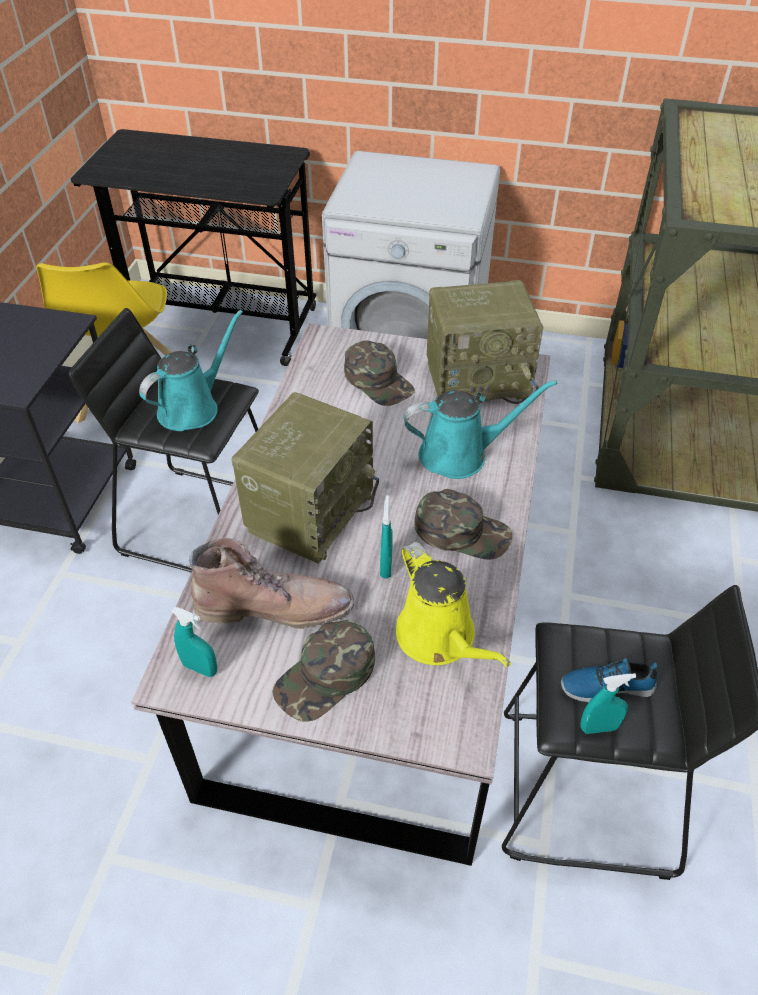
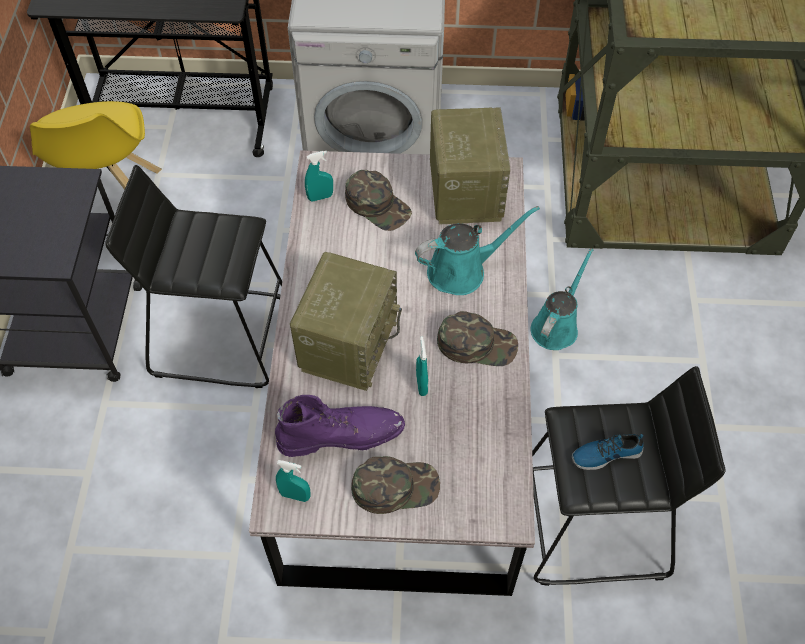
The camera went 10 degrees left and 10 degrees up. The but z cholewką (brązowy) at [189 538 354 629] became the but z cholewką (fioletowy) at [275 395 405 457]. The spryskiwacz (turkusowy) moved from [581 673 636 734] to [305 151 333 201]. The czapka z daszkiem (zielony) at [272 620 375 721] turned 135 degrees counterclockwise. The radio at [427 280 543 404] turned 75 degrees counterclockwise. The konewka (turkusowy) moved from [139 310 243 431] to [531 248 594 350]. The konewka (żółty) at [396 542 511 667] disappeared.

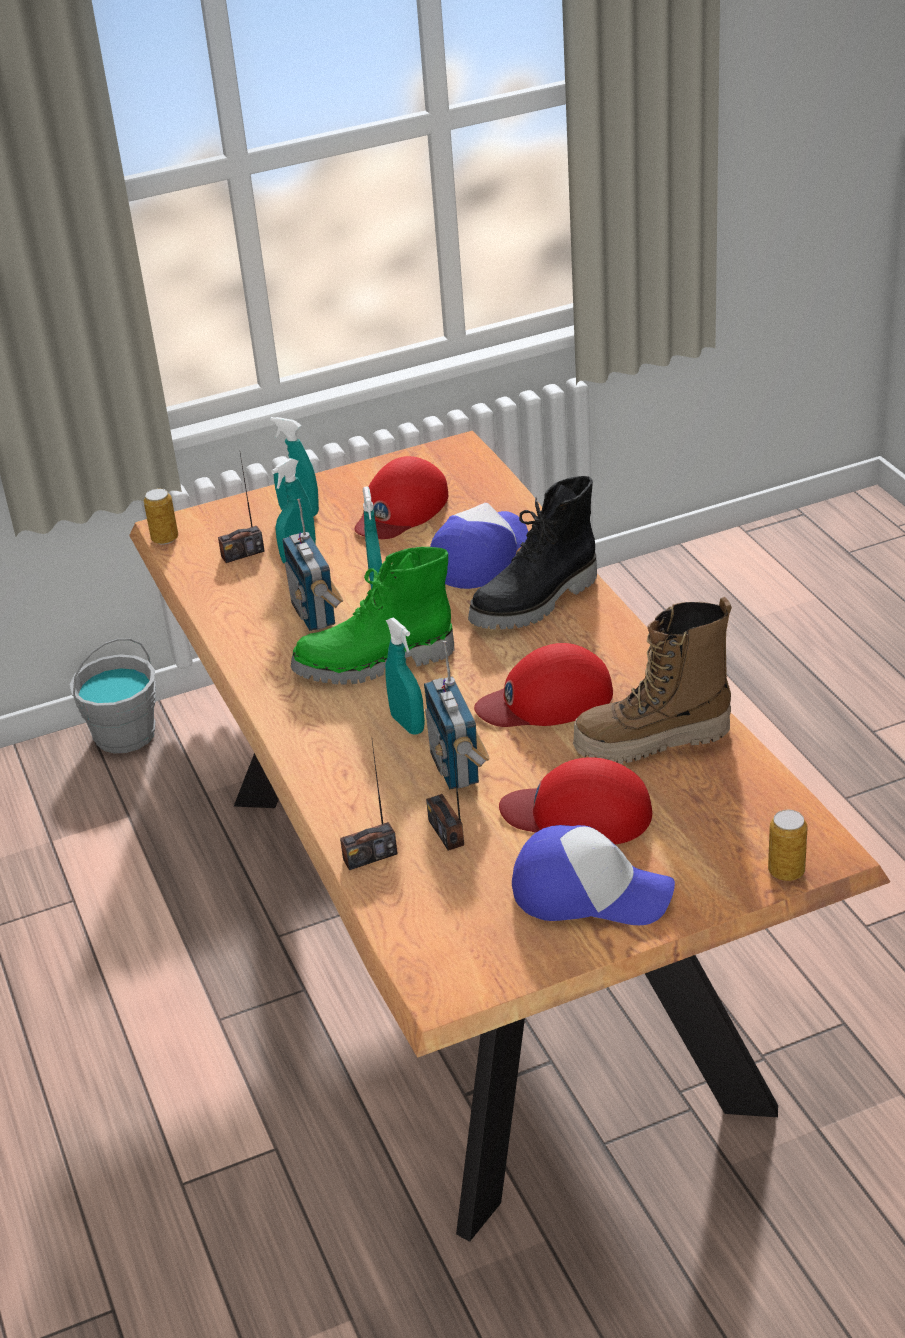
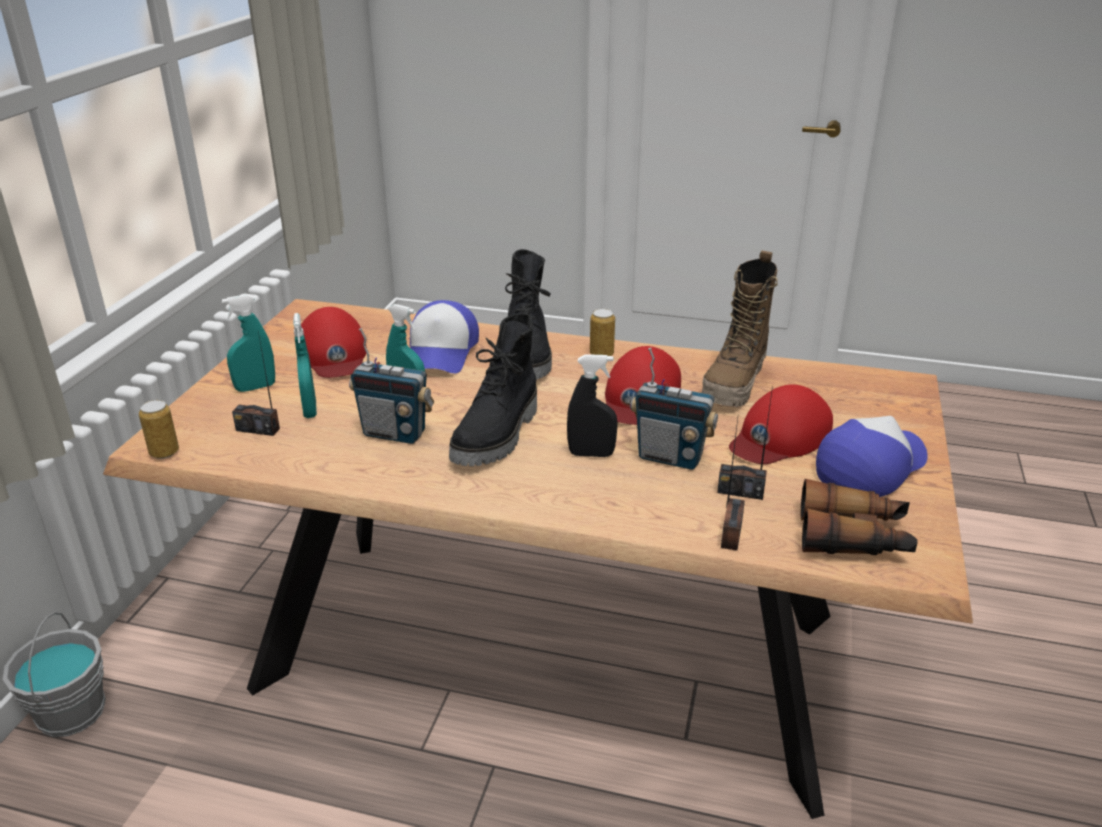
The camera went 55 degrees left and 5 degrees down. The radio at [218 454 265 563] turned 90 degrees clockwise. The czapka z daszkiem at [430 503 528 589] turned 150 degrees counterclockwise. The but z cholewką (zielony) at [291 547 454 685] became the but z cholewką (czarny) at [449 313 537 466]. The spryskiwacz (turkusowy) at [386 617 425 735] became the spryskiwacz (czarny) at [567 354 618 457]. The puszka moved from [768 810 808 881] to [590 309 615 356]. The lornetka at [801 479 918 555] appeared.

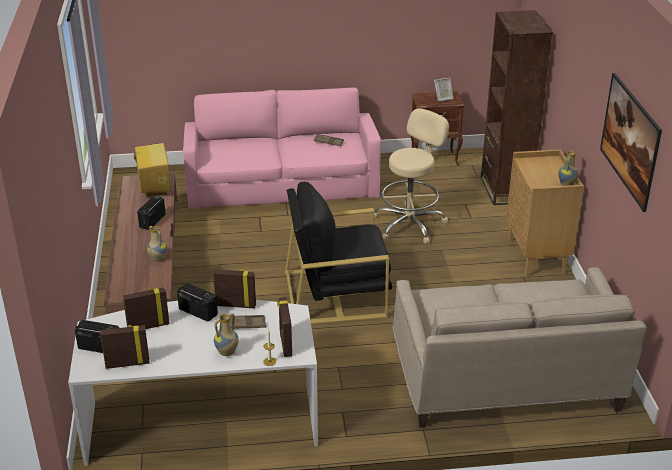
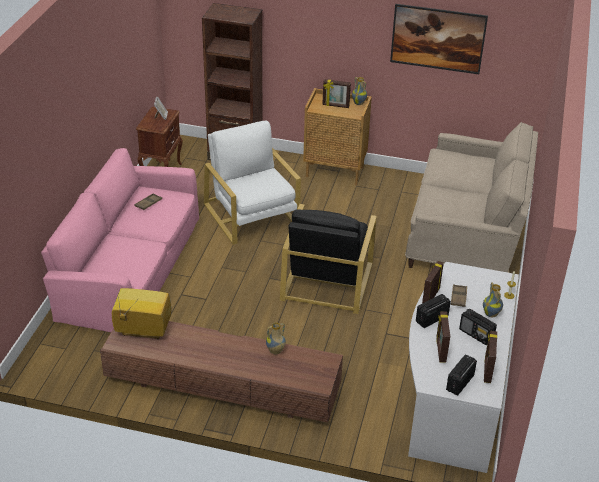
The camera went 70 degrees left and 5 degrees up. The stołek (beżowy) at [374 108 449 244] was replaced by the fotel (biały) at [204 121 301 245]. The ramka na zdjęcie moved from [277 297 292 357] to [322 79 351 108]. The radio moved from [137 196 166 230] to [459 309 497 345].

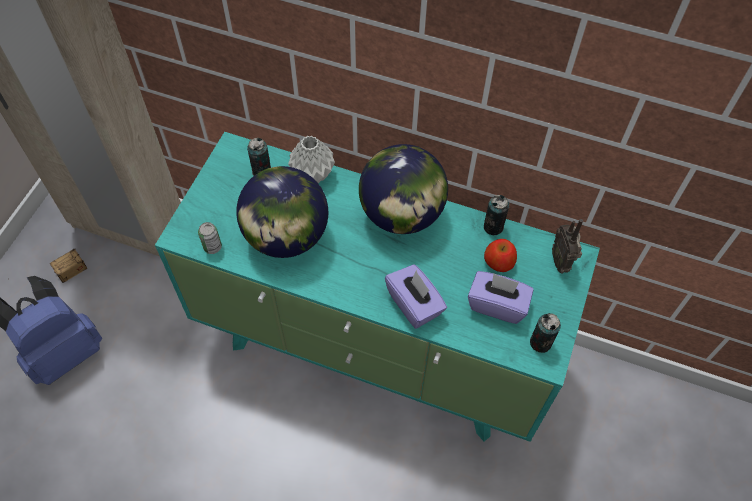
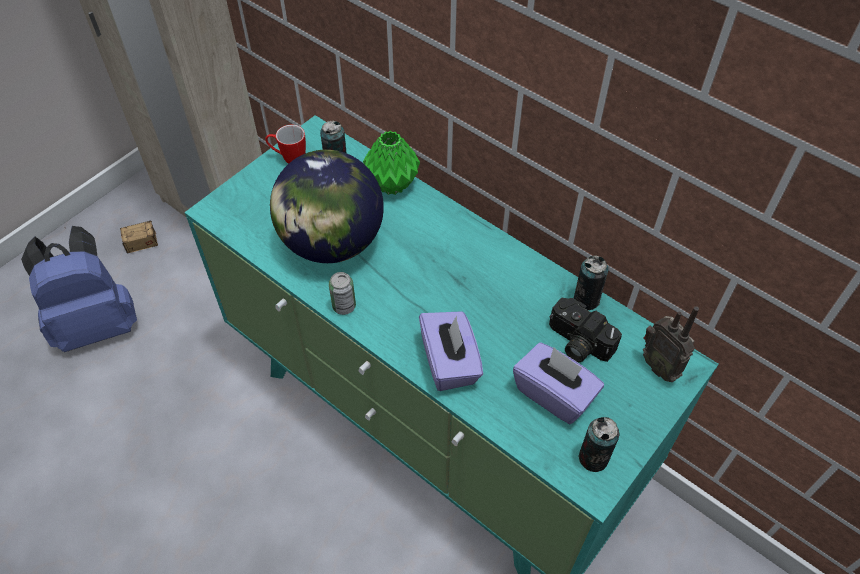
The camera went 20 degrees right and 5 degrees down. The kubek at [265 125 306 164] appeared. The puszka moved from [198 222 222 254] to [329 272 356 315]. The wazon (szary) at [288 136 335 183] became the wazon (zielony) at [363 131 420 195]. The jabłko at [484 239 517 272] was replaced by the aparat fotograficzny at [549 298 622 362]. The radio at [552 219 583 274] turned 45 degrees counterclockwise. The globus at [359 144 448 234] disappeared.

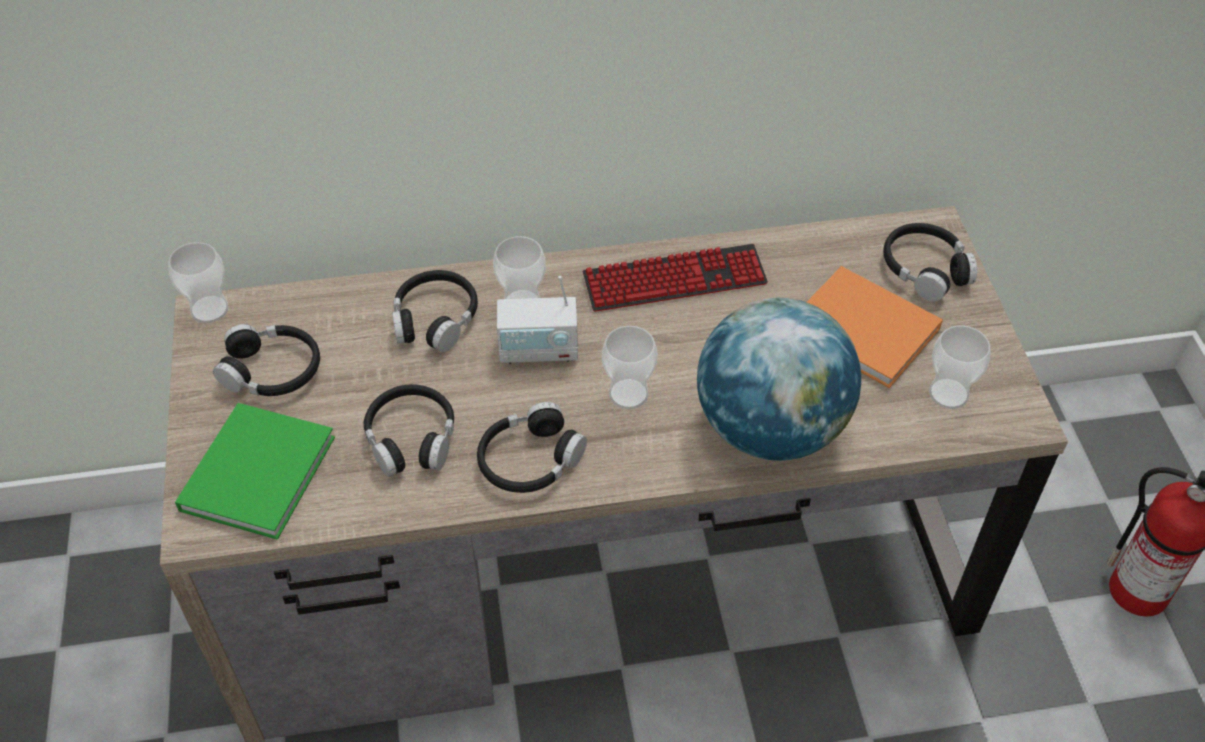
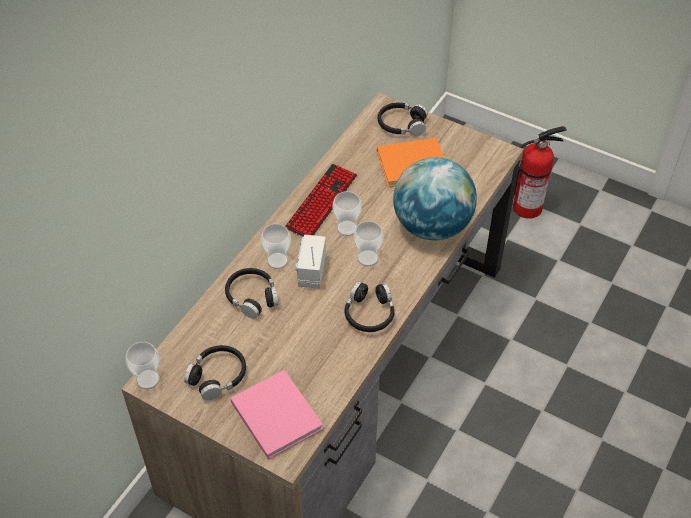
The camera went 50 degrees left and 0 degrees up. The książka (zielony) at [175 403 335 540] became the książka (różowy) at [230 370 323 459]. The radio at [497 276 578 364] turned 150 degrees clockwise. The filiżanka moved from [929 325 990 409] to [332 191 362 236]. The słuchawki (czarny) at [364 384 454 477] disappeared.

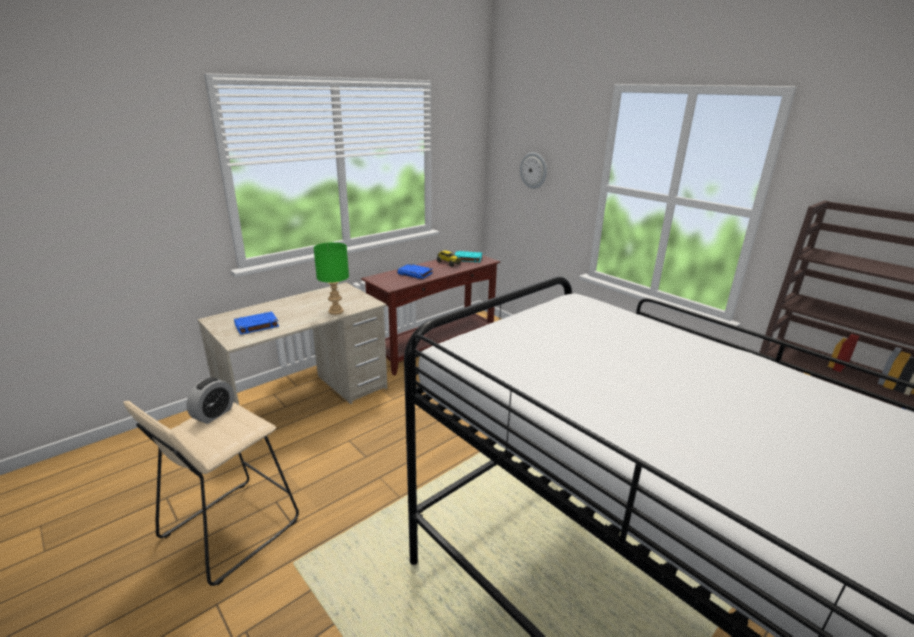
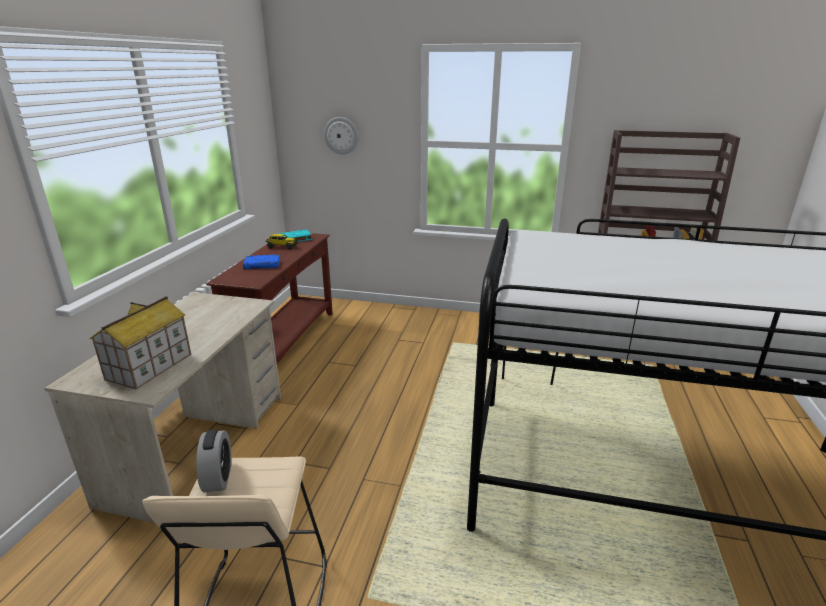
The camera went 35 degrees left and 0 degrees up. The książka (niebieski) at [234 312 279 335] was replaced by the domek at [90 296 191 390]. The lampa stołowa (zielony) at [314 242 349 315] disappeared.

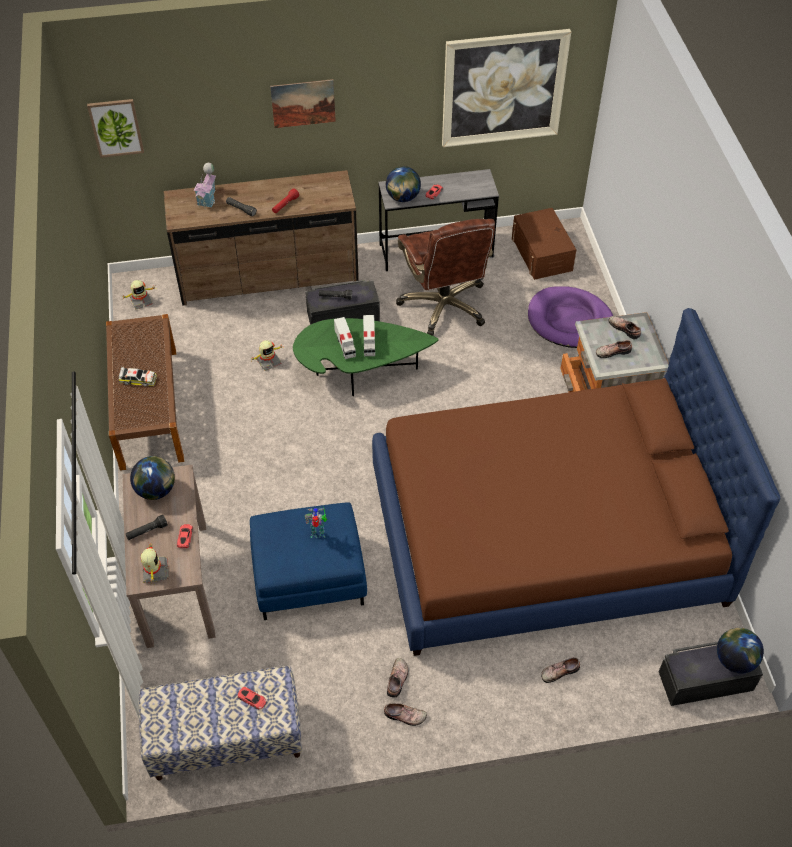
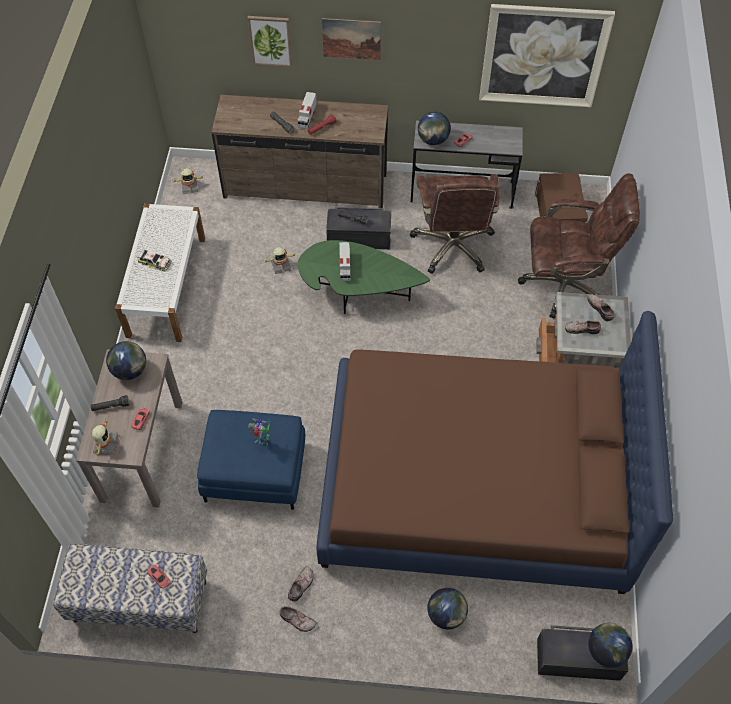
The camera went 15 degrees right and 5 degrees up. The ławka (brązowy) at [106 314 185 471] became the ławka (biały) at [115 203 205 342]. The obraz moved from [87 99 144 158] to [247 16 293 67]. The ciężarówka zabawkowa moved from [363 315 376 356] to [298 92 317 129]. The but at [541 657 580 683] was replaced by the globus at [427 588 468 629]. The legowisko (fioletowy) at [528 286 613 348] was replaced by the krzesło biurowe (brązowy) at [518 173 640 319]. The domek at [194 163 216 210] disappeared.

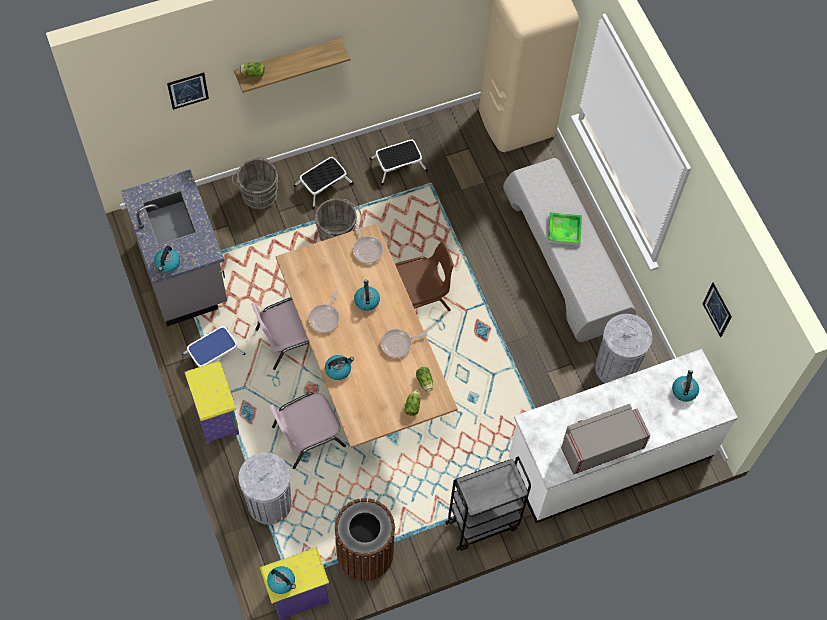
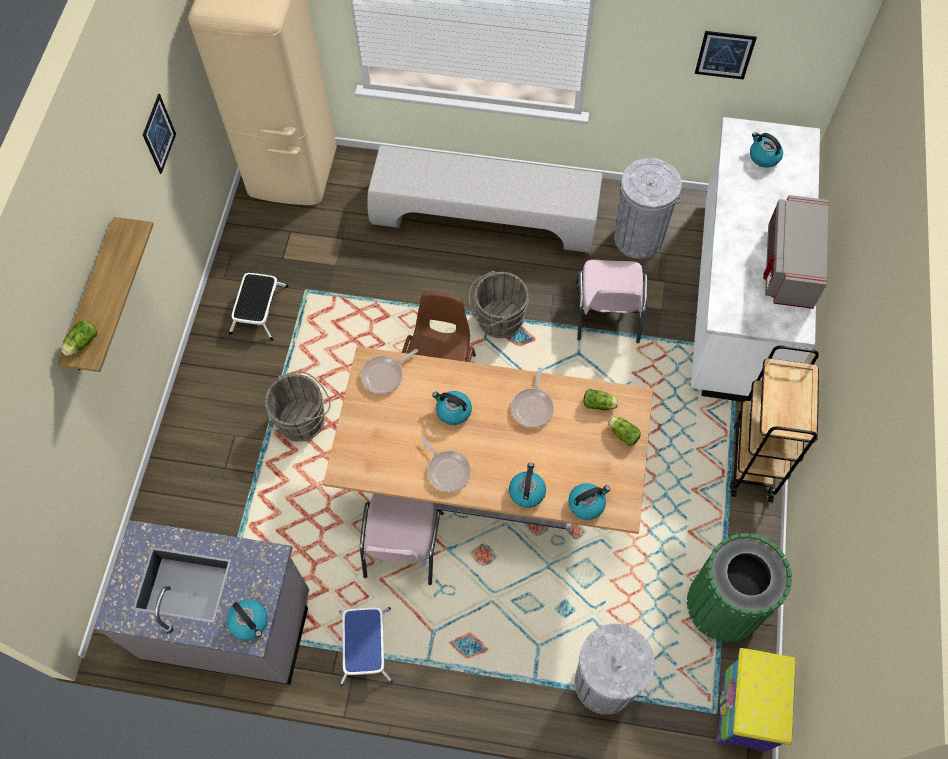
The camera went 55 degrees left and 0 degrees up. The obraz moved from [167 72 209 110] to [143 94 176 174]. The patelnia at [353 224 383 263] turned 135 degrees clockwise. The wiadro (szary) moved from [232 157 278 209] to [469 271 529 338]. The czajnik moved from [267 566 296 594] to [568 483 610 520]. The krzesło (różowy) moved from [269 393 346 469] to [576 260 647 343]. The kosz na śmieci (brązowy) at [334 498 395 581] became the kosz na śmieci (zielony) at [687 533 792 643]. The wózek (szary) at [445 457 531 551] became the wózek (brązowy) at [730 345 819 503]. The szafka nocna at [184 361 239 445] disappeared. The drabinka (czarny) at [294 157 354 209] disappeared. The taca at [548 212 582 246] disappeared.

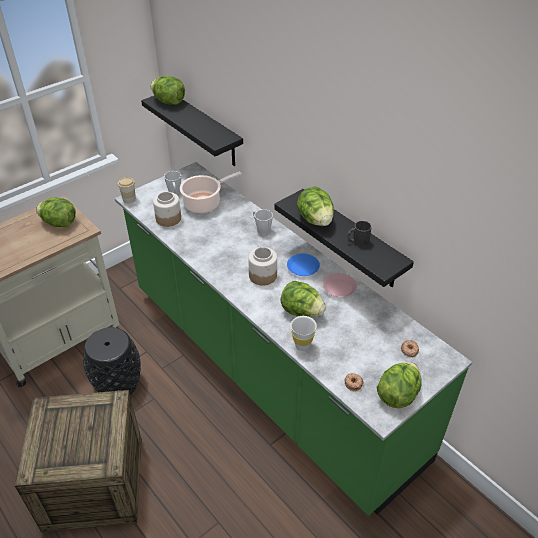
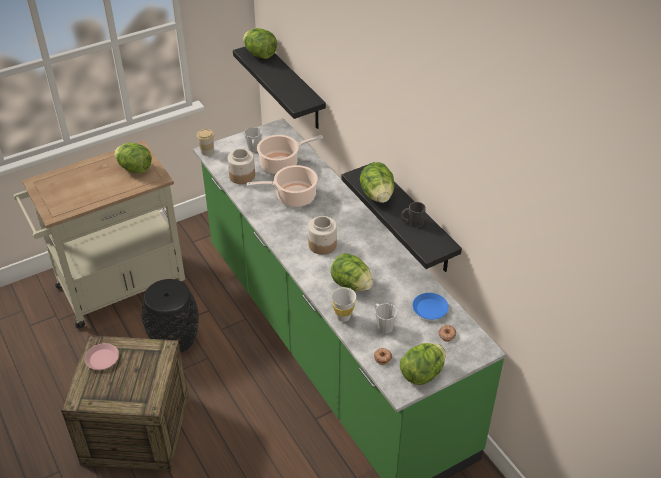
The camera went 10 degrees right and 0 degrees up. The talerz (różowy) moved from [323 273 357 297] to [85 343 119 370]. The garnek at [247 165 318 207] appeared. The kubek (szary) moved from [253 209 273 235] to [374 303 397 334]. The talerz (niebieski) moved from [287 254 320 276] to [412 293 449 320].

